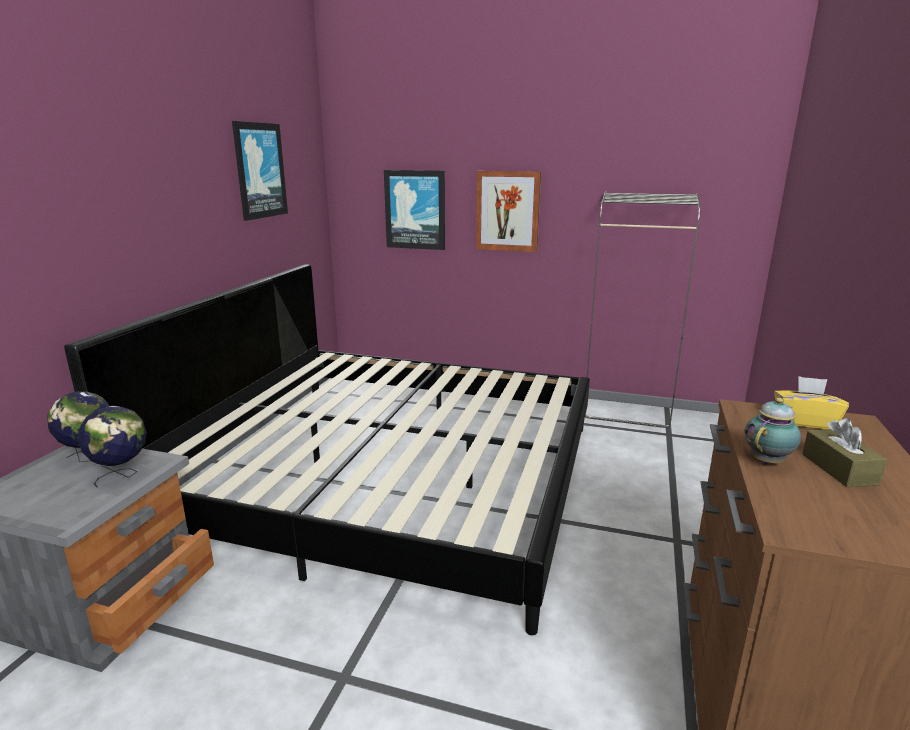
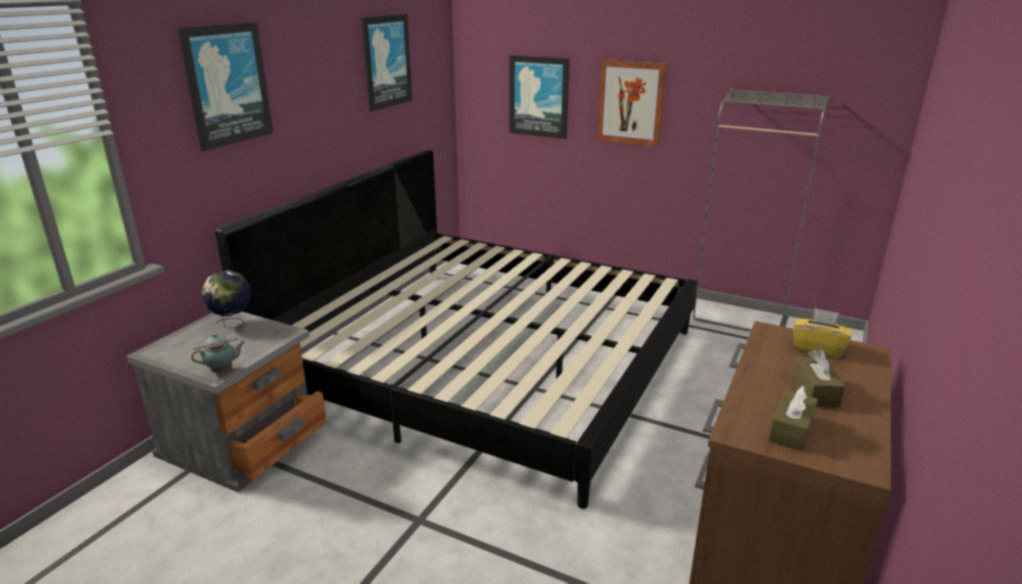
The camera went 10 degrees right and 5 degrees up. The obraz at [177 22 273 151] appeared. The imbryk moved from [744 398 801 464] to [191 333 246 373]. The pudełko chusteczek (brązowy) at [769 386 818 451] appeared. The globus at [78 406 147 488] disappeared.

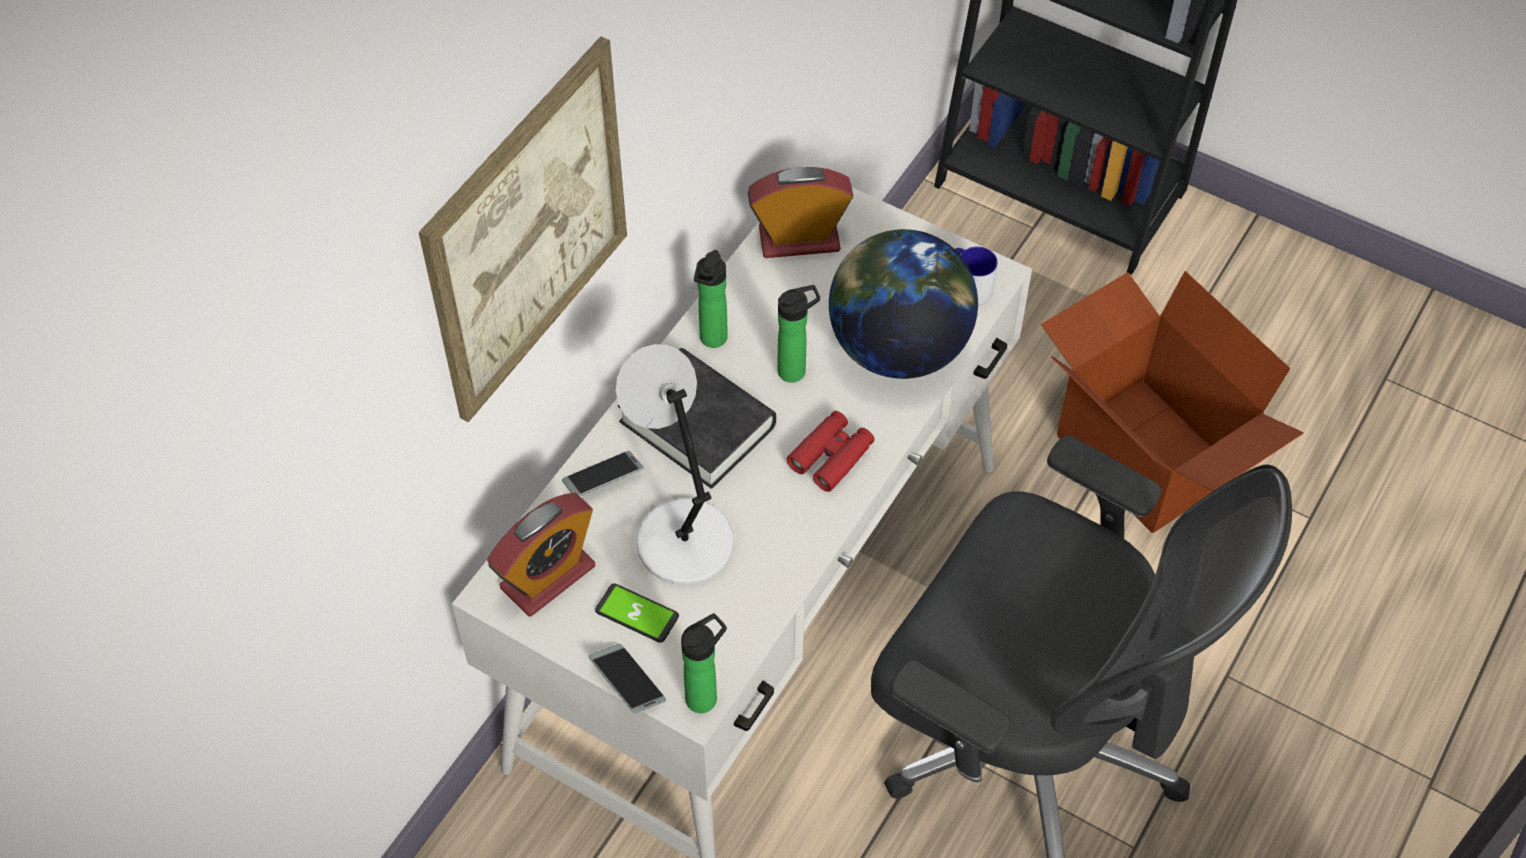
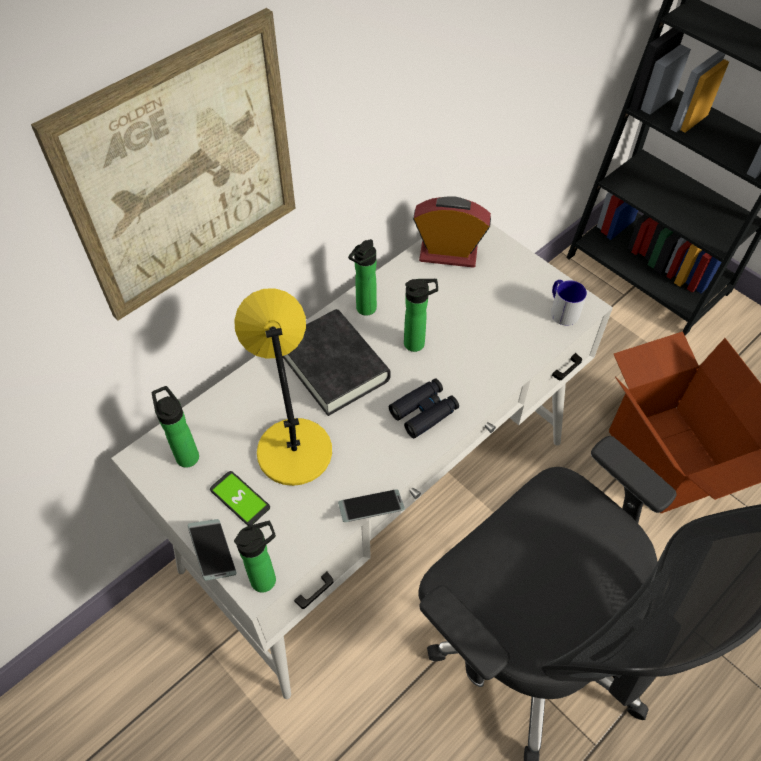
The camera went 15 degrees right and 0 degrees up. The budzik at [487 492 595 617] was replaced by the butelka at [152 386 199 468]. The lampa stołowa (szary) at [616 344 734 585] became the lampa stołowa (żółty) at [234 288 332 486]. The telefon moved from [562 451 643 496] to [338 489 405 522]. The lornetka (czerwony) at [786 411 875 492] became the lornetka (czarny) at [389 379 459 438]. The globus at [829 229 978 379] disappeared.

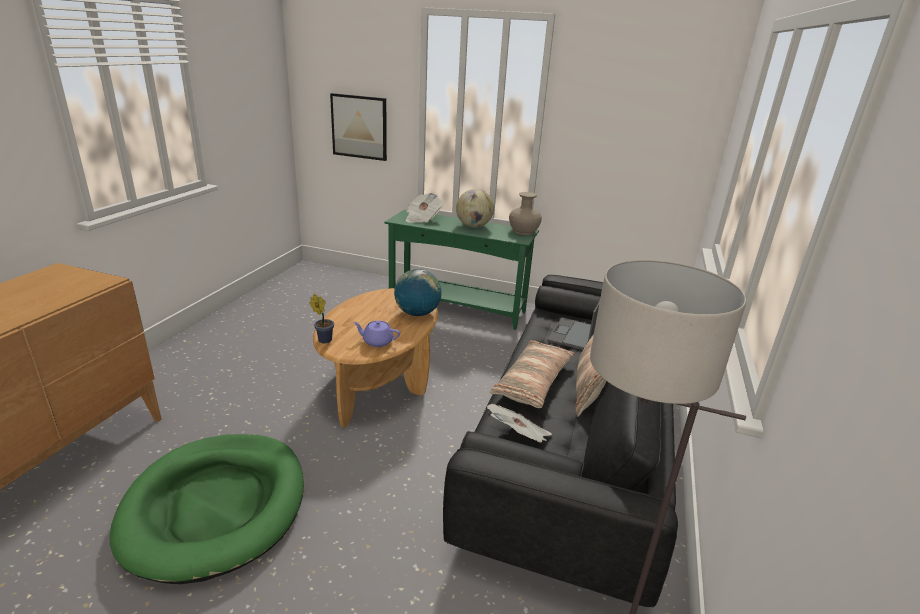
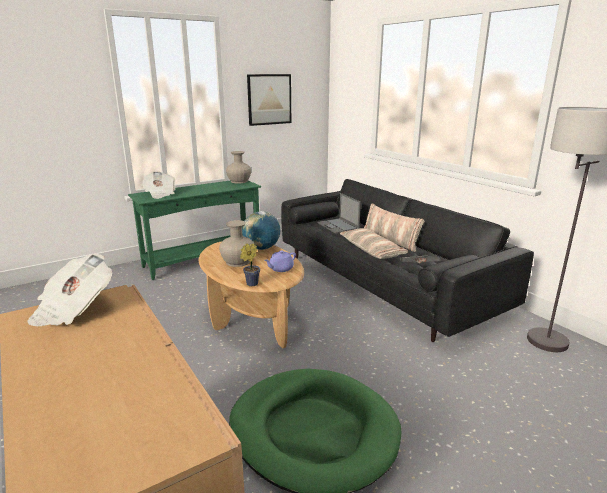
The camera went 50 degrees left and 5 degrees down. The gazeta at [27 254 112 326] appeared. The wazon (beżowy) at [219 220 255 267] appeared. The obraz moved from [330 93 387 161] to [247 74 291 126]. The globus at [456 189 494 228] disappeared.

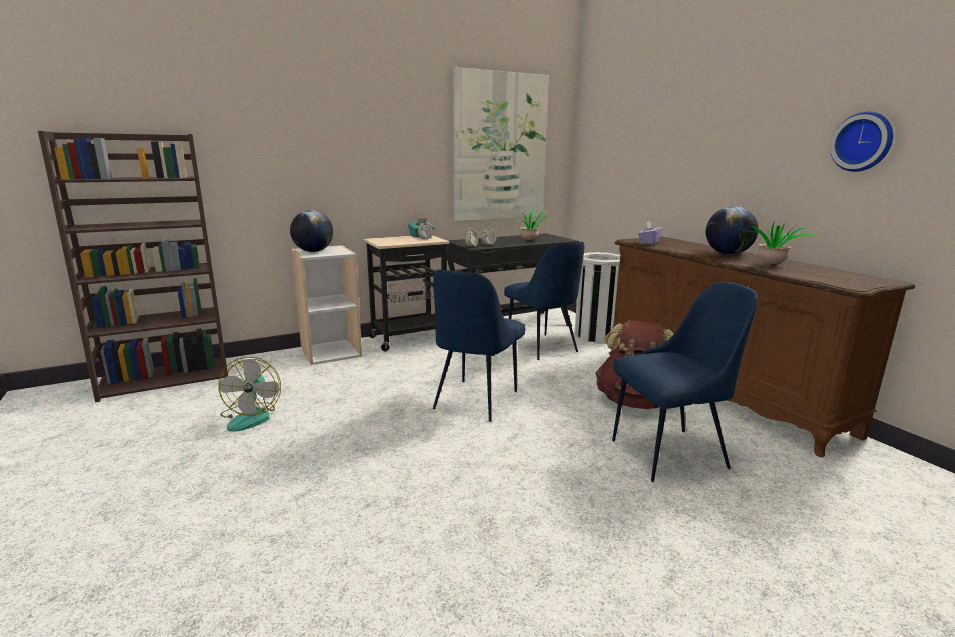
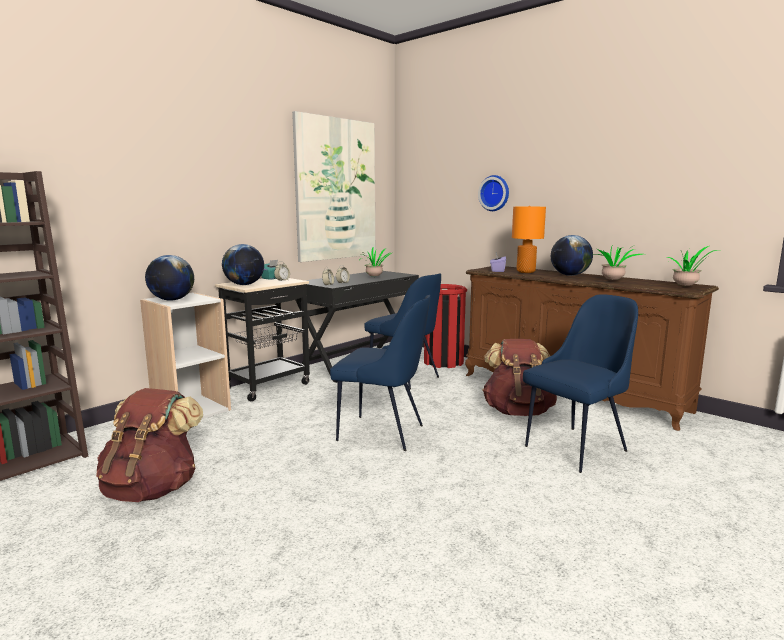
The camera went 20 degrees left and 5 degrees down. The wentylator at [218 357 281 431] was replaced by the plecak (brązowy) at [96 388 203 502]. The globus at [222 244 264 285] appeared. The krzesło (niebieski) at [433 269 525 422] turned 75 degrees counterclockwise. The kosz na śmieci (biały) at [574 252 620 343] became the kosz na śmieci (czerwony) at [424 284 467 368]. The zegar ścienny moved from [830 112 893 172] to [478 175 509 211]. The lampa stołowa (pomarańczowy) at [512 206 546 273] appeared. The roślina doniczkowa at [667 246 718 285] appeared.

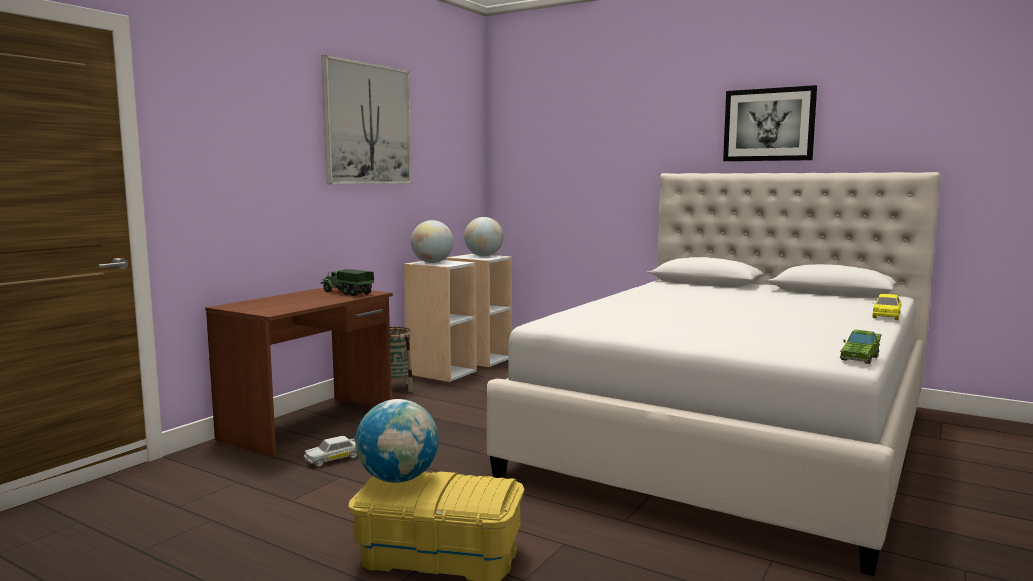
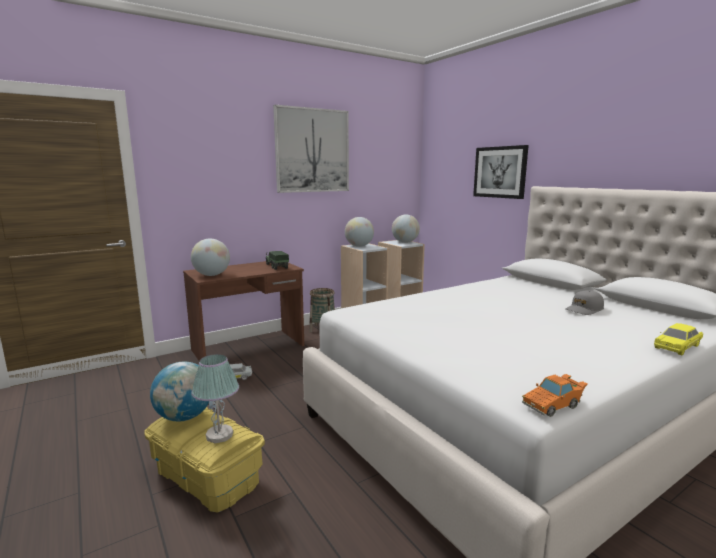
The camera went 25 degrees right and 5 degrees up. The globus at [191 239 230 276] appeared. The lampa stołowa at [191 354 239 443] appeared. The obraz moved from [723 85 817 161] to [473 145 529 199]. The samochodzik (zielony) at [840 330 882 364] became the samochodzik (pomarańczowy) at [522 374 588 417]. The czapka z daszkiem (szary) at [565 290 604 315] appeared.

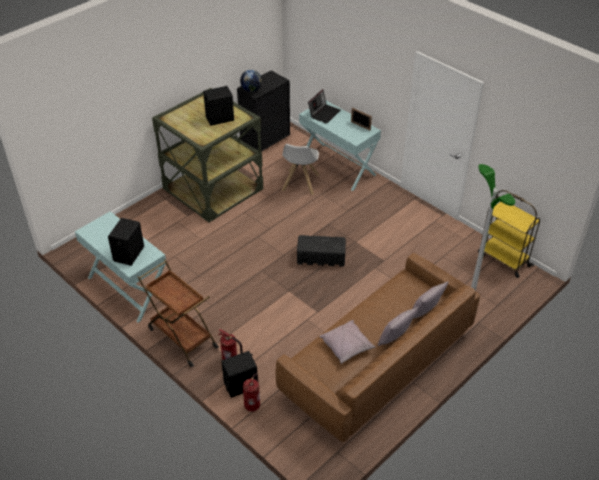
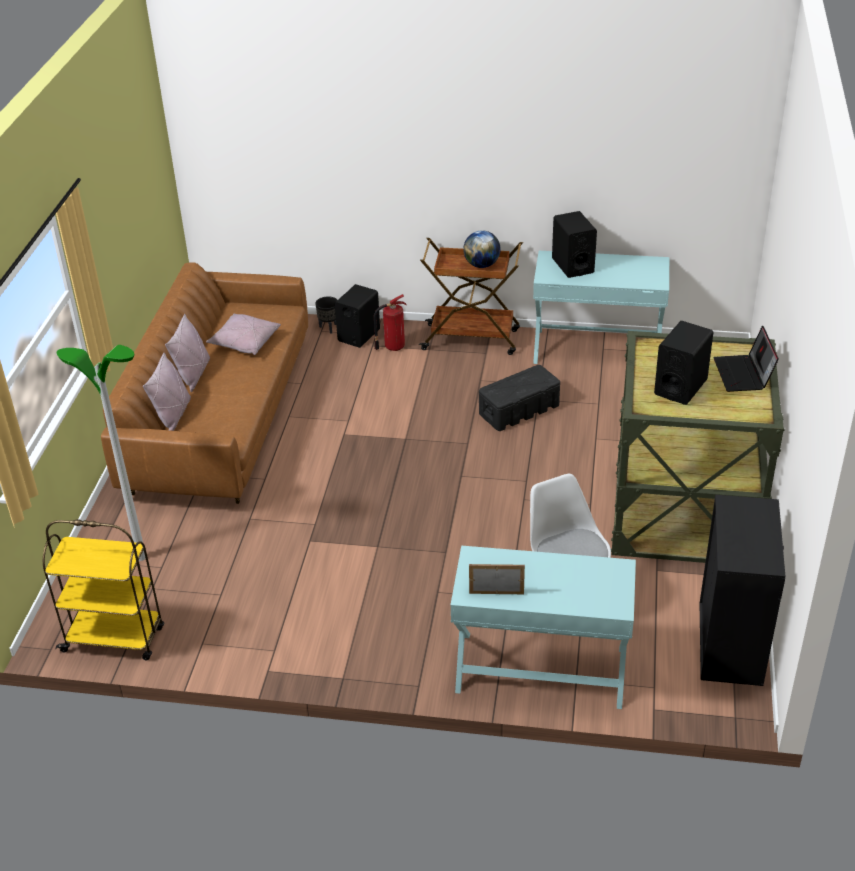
The camera went 145 degrees right and 5 degrees down. The gaśnica at [243 373 260 412] was replaced by the donica (czarny) at [315 296 337 334]. The globus moved from [240 70 262 92] to [463 230 501 268]. The pojemnik do przechowywania (czarny) moved from [297 235 346 267] to [479 365 560 431]. The laptop moved from [308 89 341 124] to [713 326 779 392].

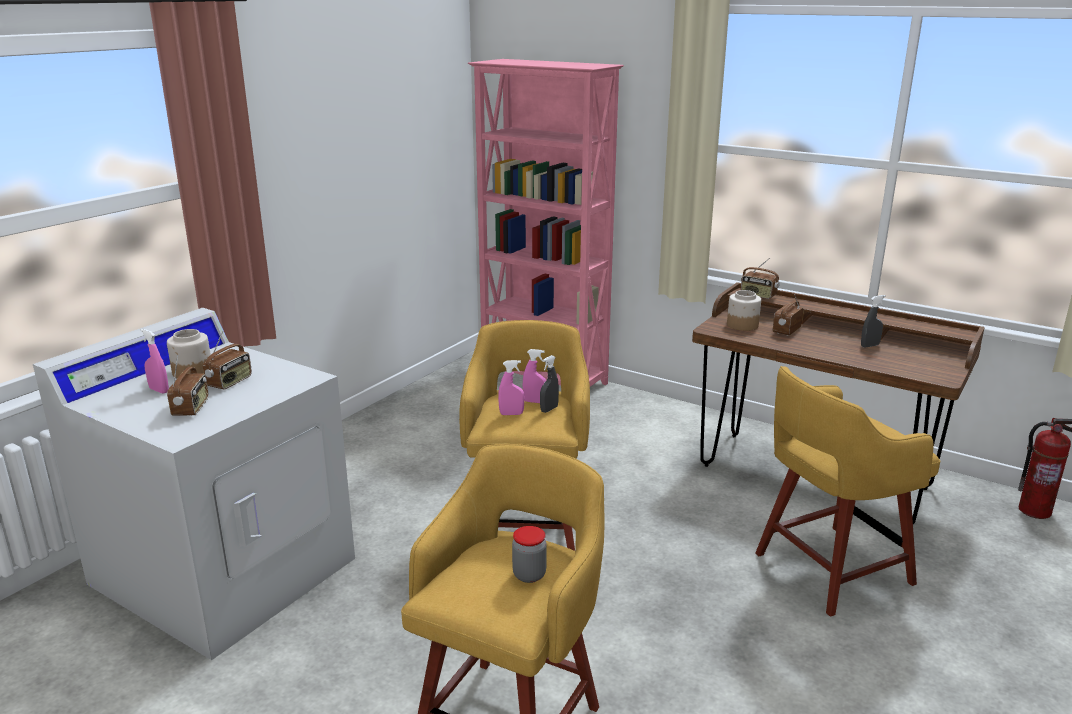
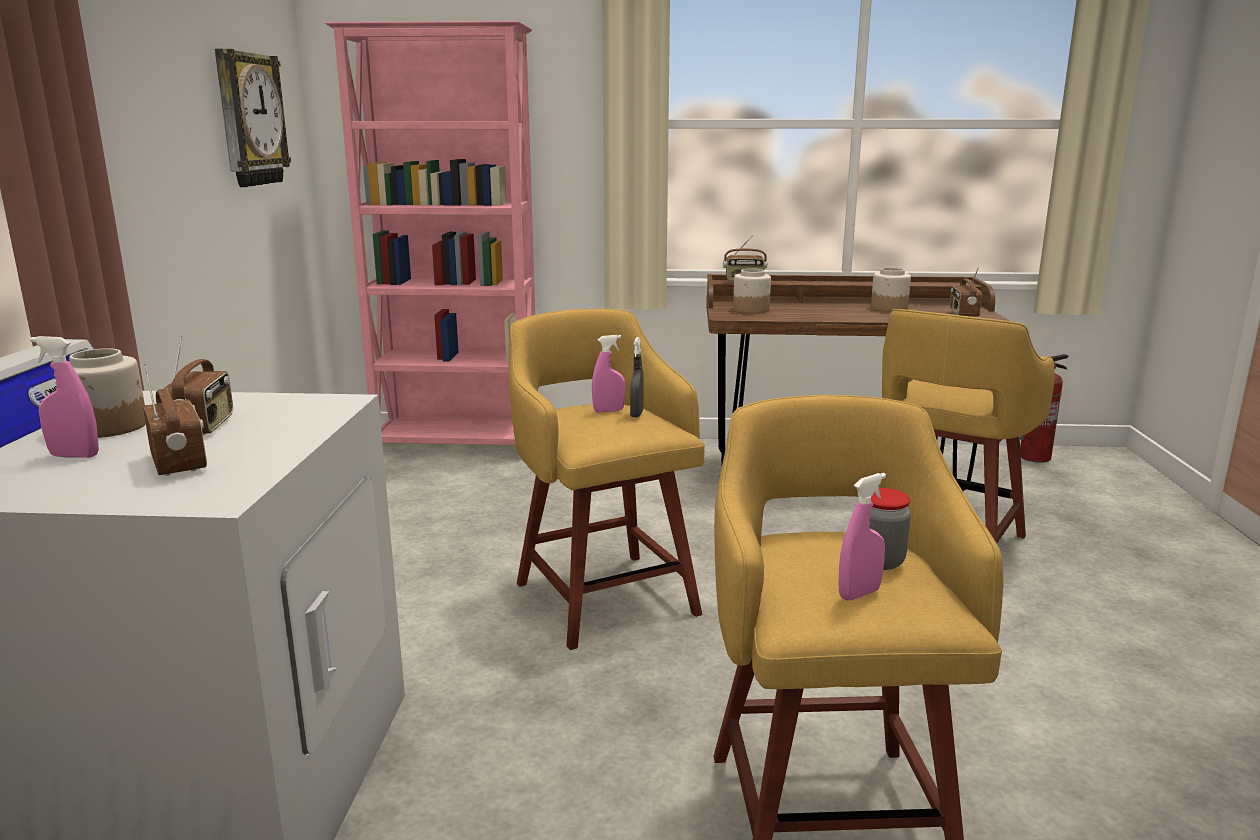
The camera went 30 degrees left and 5 degrees down. The zegar ścienny at [215 48 291 187] appeared. The spryskiwacz (różowy) moved from [498 360 525 415] to [839 473 886 600]. The spryskiwacz (szary) at [861 295 886 348] was replaced by the słoik at [871 267 911 312]. The radio moved from [773 294 804 336] to [950 267 982 317].

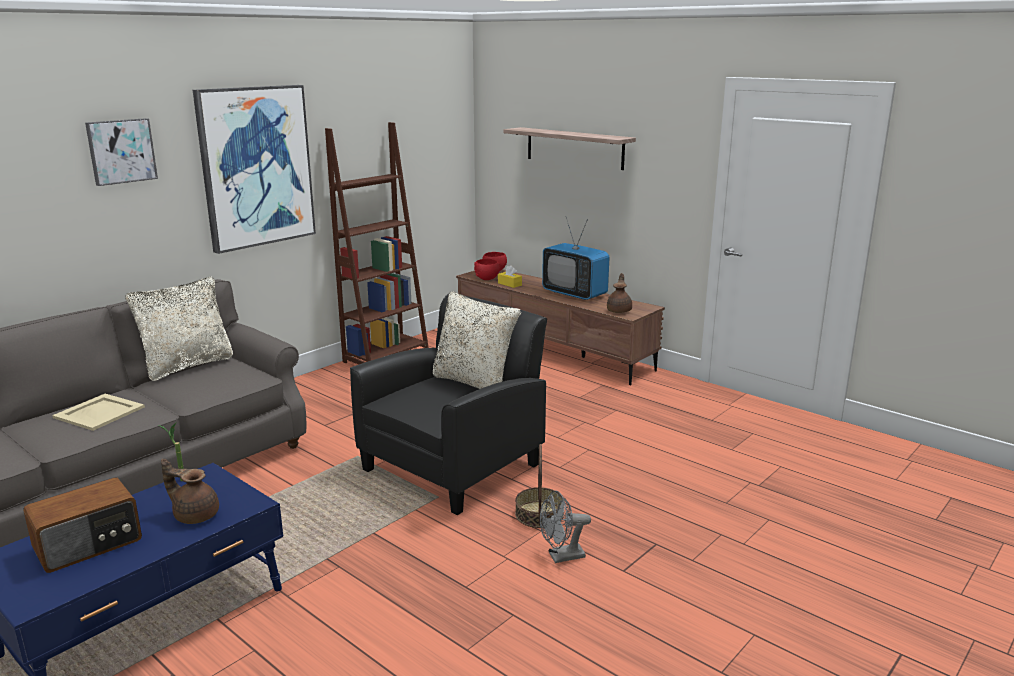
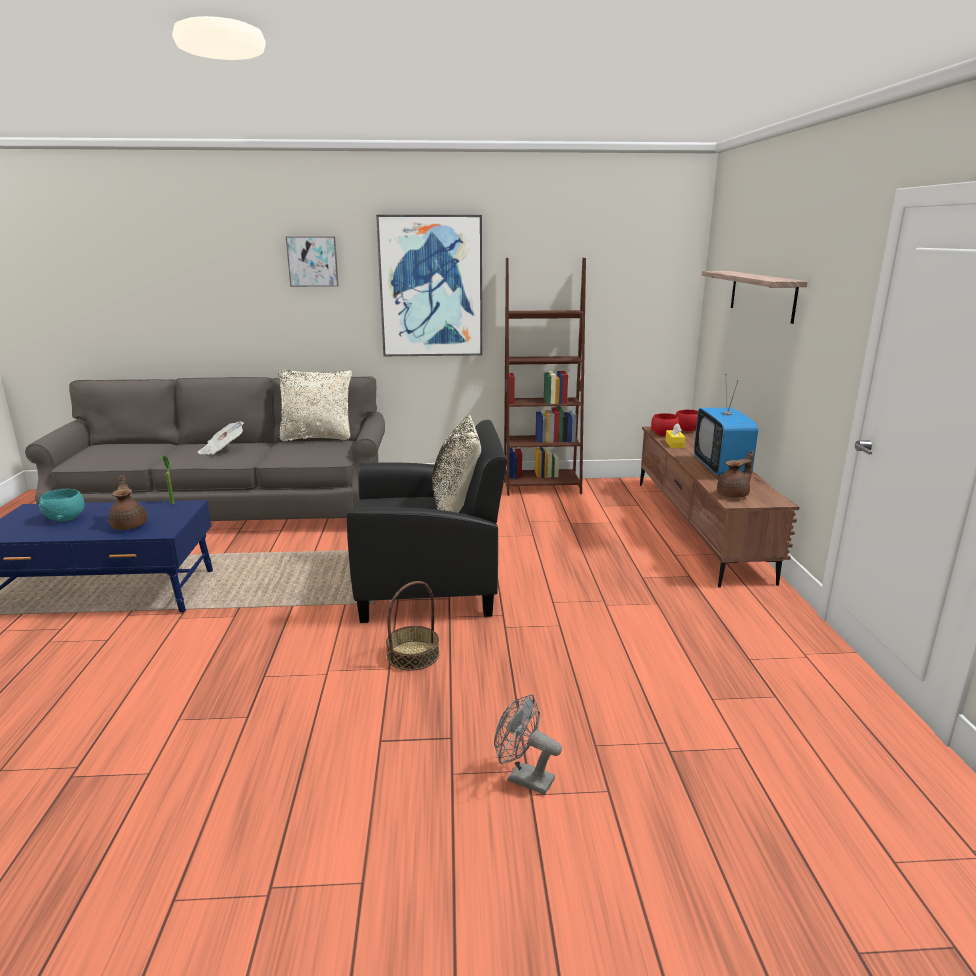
The camera went 45 degrees right and 0 degrees up. The radio at [23 477 142 573] was replaced by the miska (turkusowy) at [39 489 84 522]. The taca (beżowy) at [52 394 145 431] was replaced by the gazeta at [198 421 244 455]. The wentylator (szary) moved from [540 491 591 563] to [494 694 562 795].

